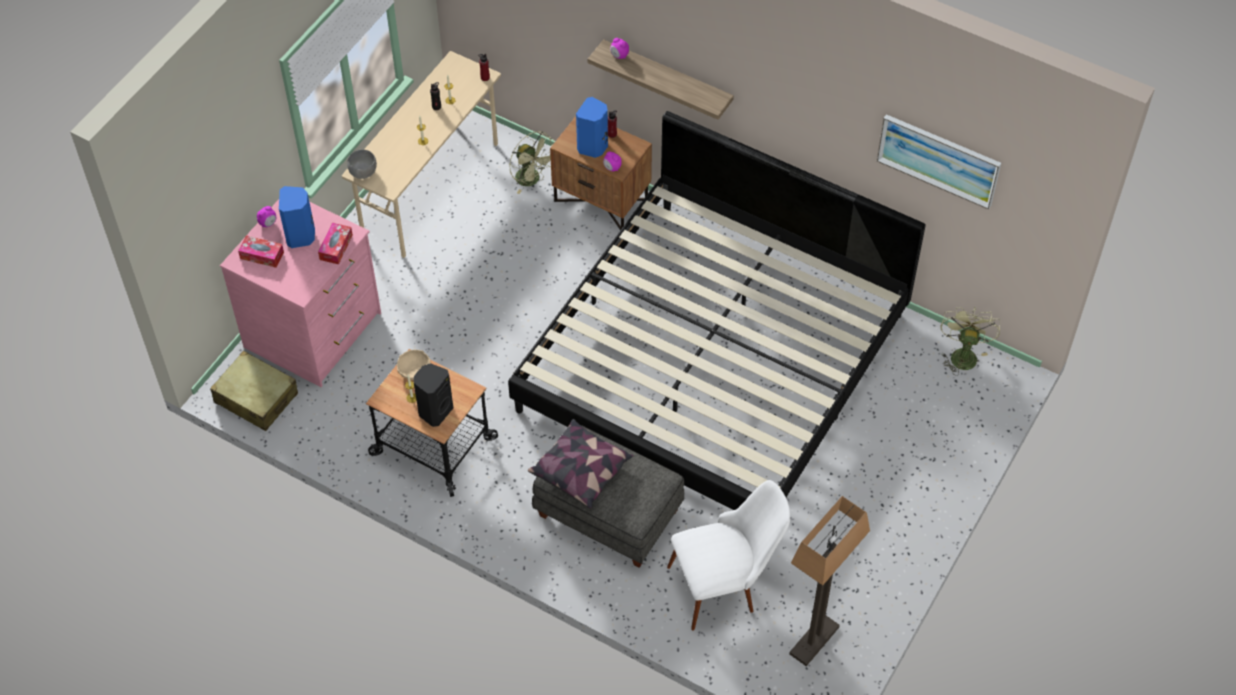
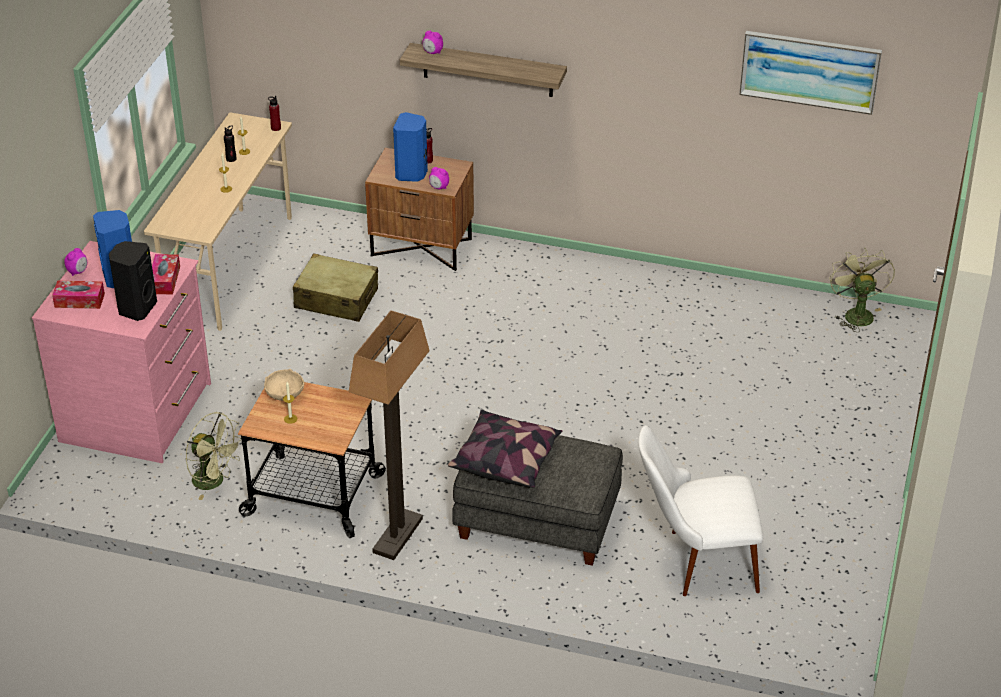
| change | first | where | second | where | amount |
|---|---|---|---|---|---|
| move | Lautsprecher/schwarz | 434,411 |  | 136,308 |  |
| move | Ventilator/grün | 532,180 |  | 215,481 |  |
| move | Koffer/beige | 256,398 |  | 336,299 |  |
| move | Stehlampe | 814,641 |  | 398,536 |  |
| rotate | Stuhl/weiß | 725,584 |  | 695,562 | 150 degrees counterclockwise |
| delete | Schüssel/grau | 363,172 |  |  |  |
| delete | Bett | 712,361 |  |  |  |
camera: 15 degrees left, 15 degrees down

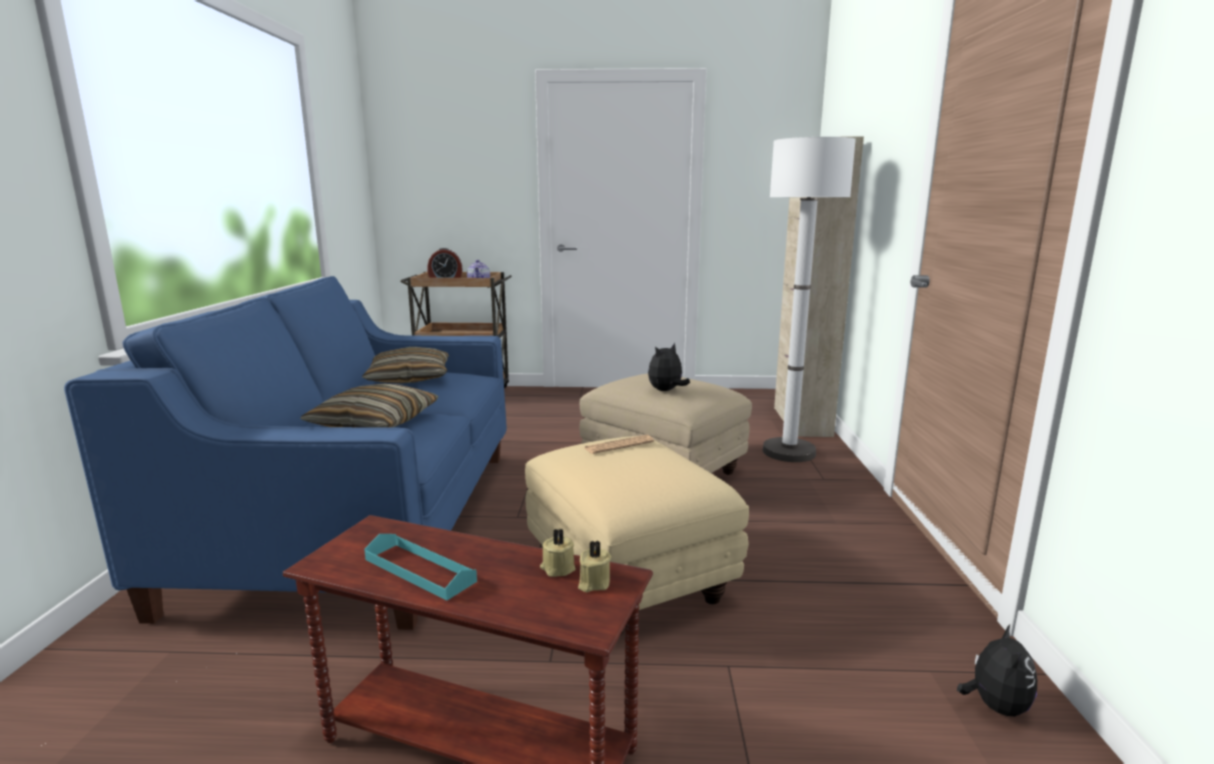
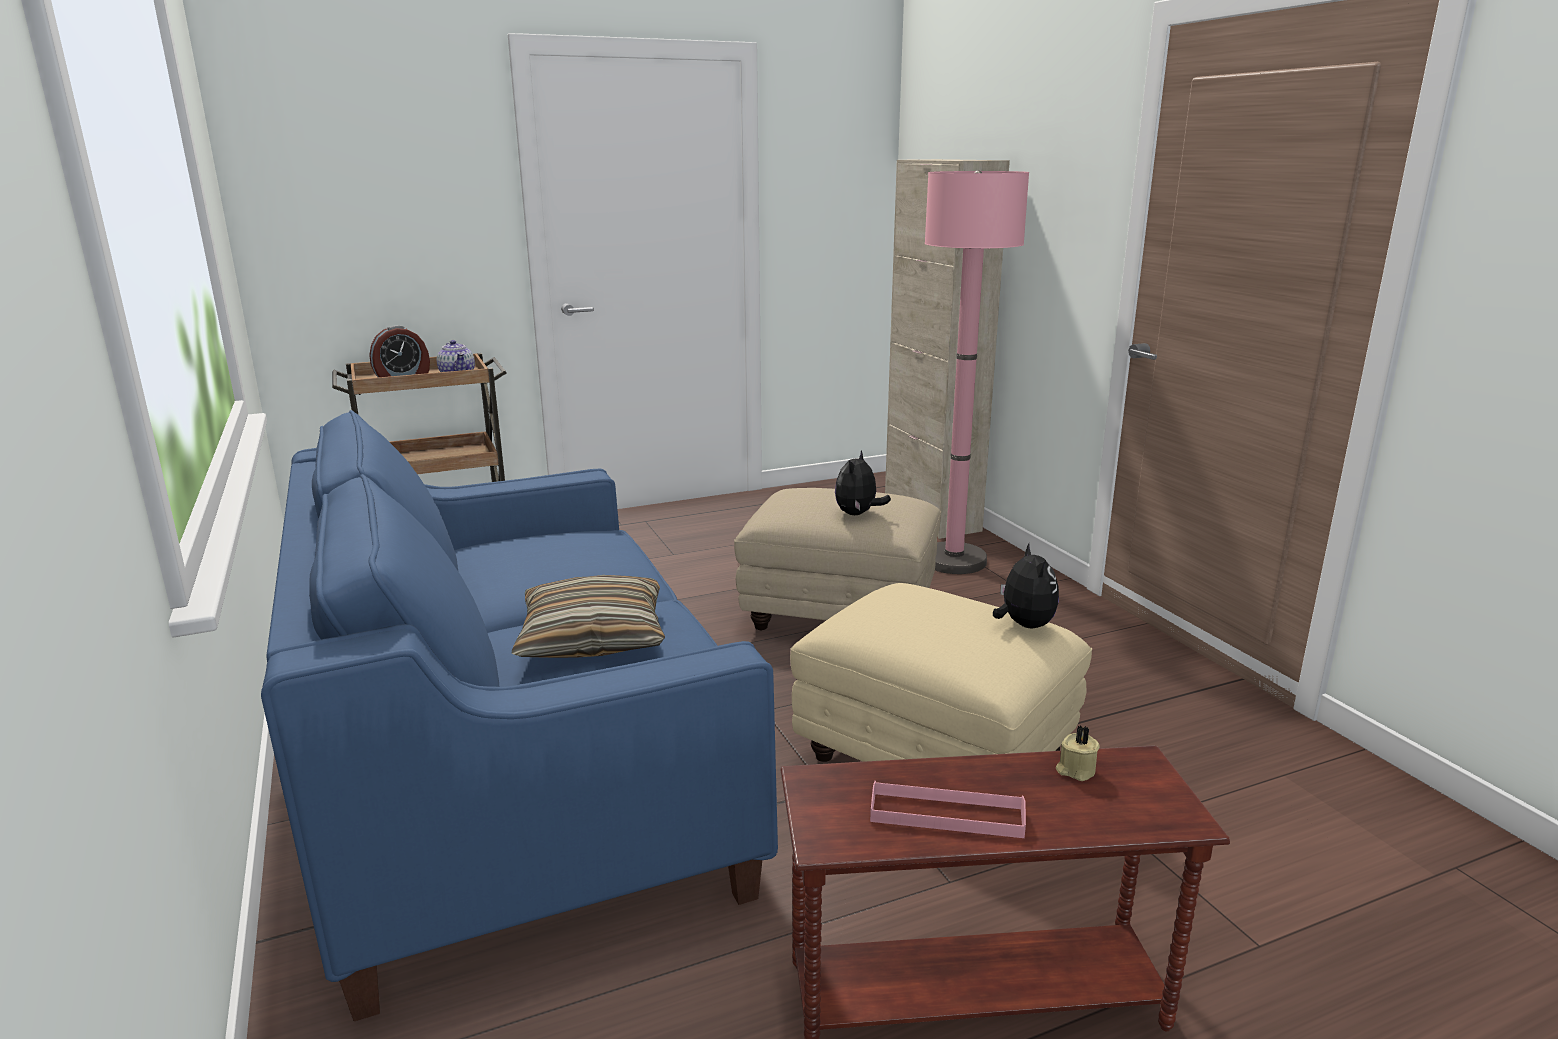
| change | first | where | second | where | amount |
|---|---|---|---|---|---|
| recolor | Tablett/türkis | 419,570 | Tablett/rosa | 946,815 |  |
| recolor | Stehlampe/weiß | 789,452 | Stehlampe/rosa | 954,561 |  |
| move | Plüschtier | 994,706 |  | 1024,625 |  |
| delete | Kissen | 409,378 |  |  |  |
| delete | Kerze/beige | 593,583 |  |  |  |
| delete | Zeitung | 619,445 |  |  |  |
camera: 25 degrees left, 5 degrees up

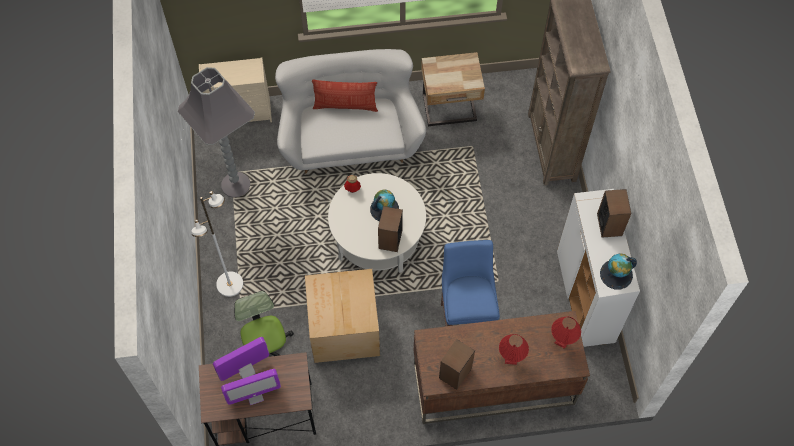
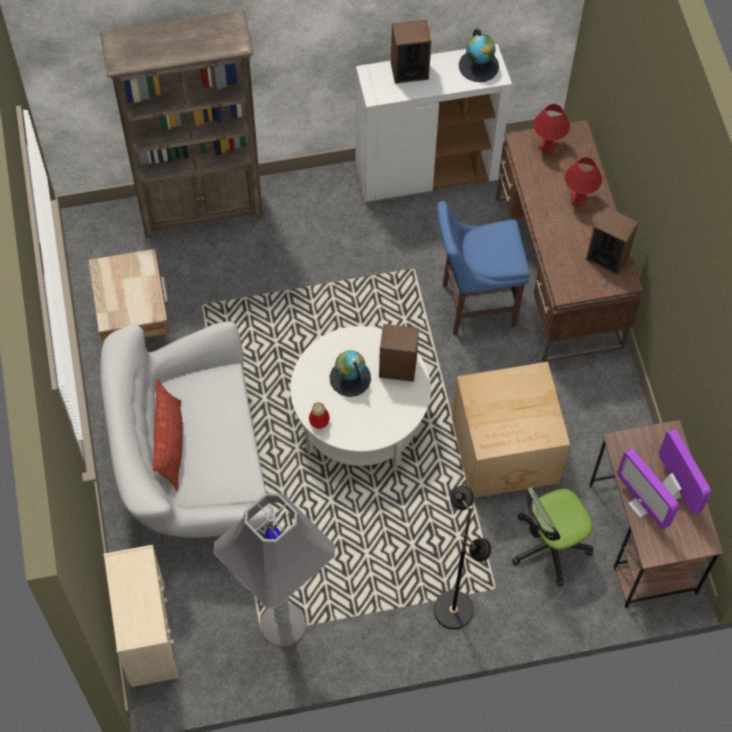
| change | first | where | second | where | amount |
|---|---|---|---|---|---|
| recolor | Stehlampe/weiß | 230,284 | Stehlampe/schwarz | 454,609 |  |
camera: 95 degrees left, 0 degrees up

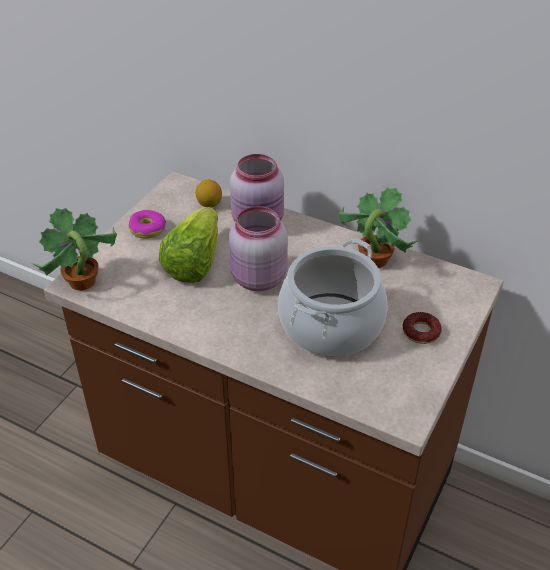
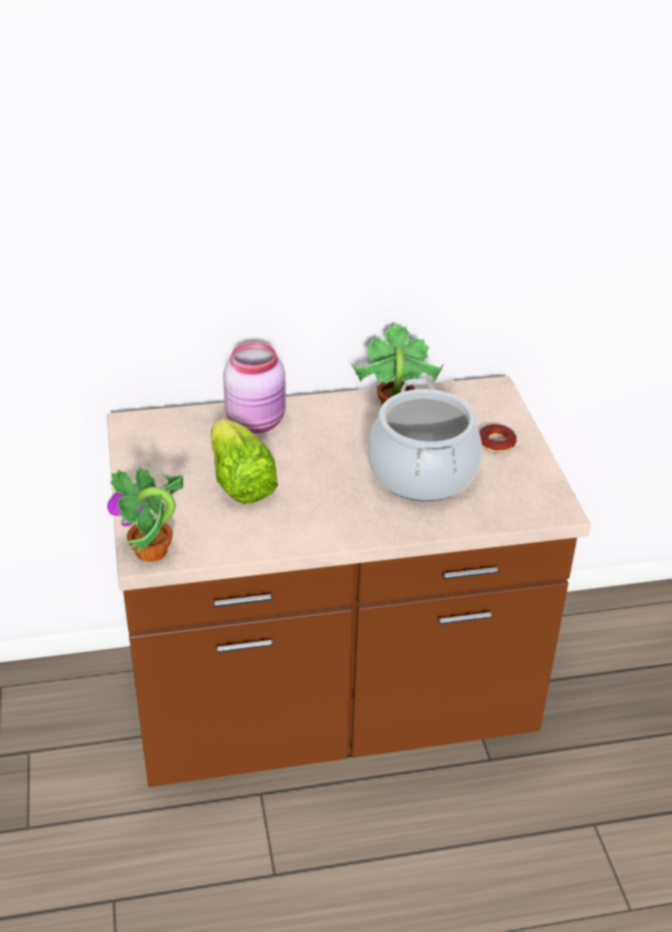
| change | first | where | second | where | amount |
|---|---|---|---|---|---|
| delete | Donut | 148,229 |  |  |  |
| delete | Zitrone | 209,204 |  |  |  |
| delete | Vorratsglas/rosa | 257,278 |  |  |  |
camera: 40 degrees left, 5 degrees down

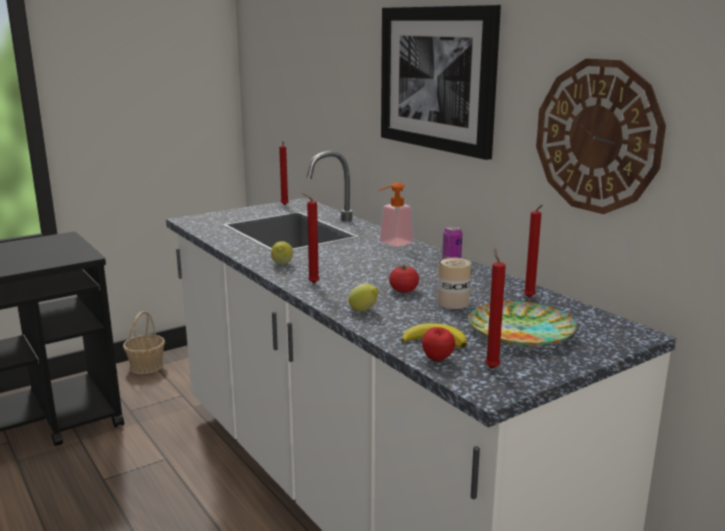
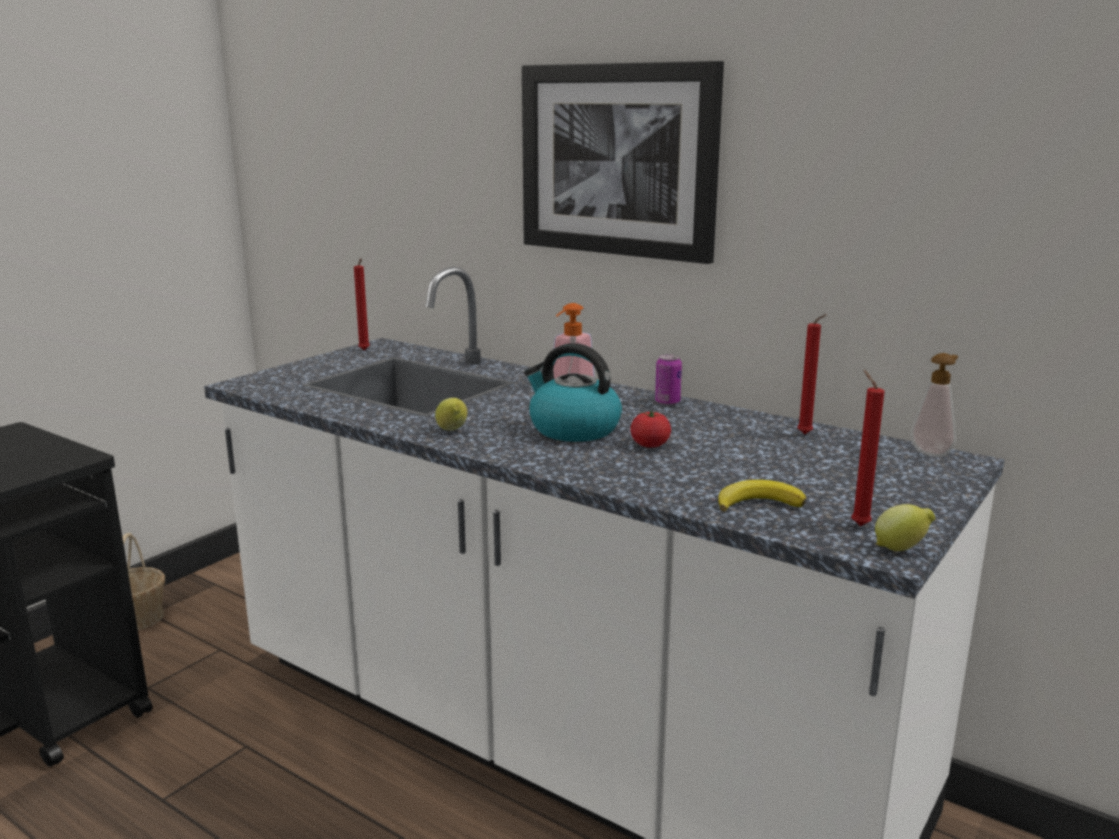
| change | first | where | second | where | amount |
|---|---|---|---|---|---|
| insert |  |  | Wasserkessel | 573,429 |  |
| move | Zitrone | 364,311 |  | 901,549 |  |
| insert |  |  | Seifenspender | 932,452 |  |
| delete | Kerze/rot | 311,283 |  |  |  |
| delete | Apfel | 437,360 |  |  |  |
| delete | Dose | 453,303 |  |  |  |
| delete | Teller | 521,330 |  |  |  |
| delete | Wanduhr | 597,136 |  |  |  |
camera: 20 degrees left, 0 degrees up

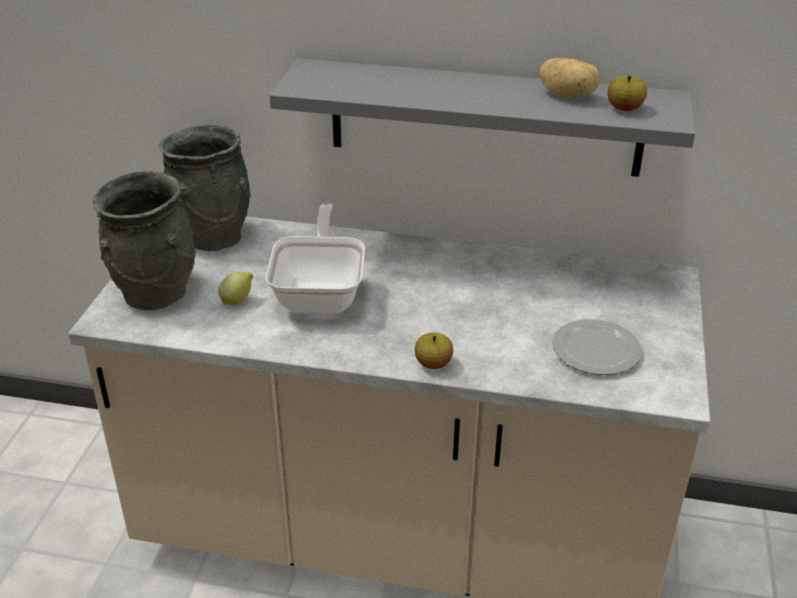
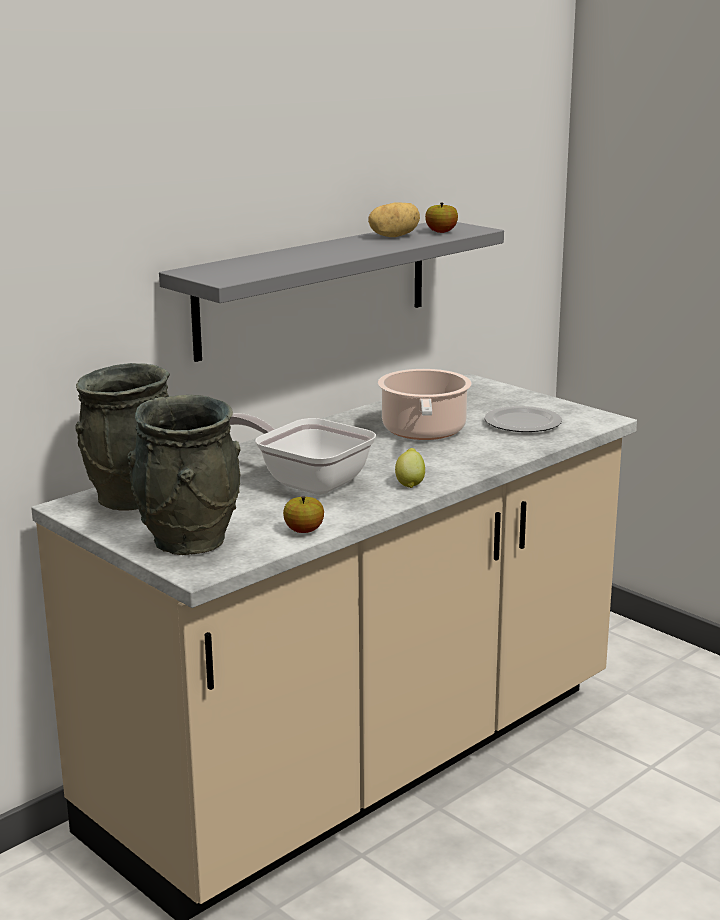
| change | first | where | second | where | amount |
|---|---|---|---|---|---|
| move | Apfel | 433,364 |  | 304,531 |  |
| insert |  |  | Kochtopf | 424,432 |  |
| move | Zitrone | 237,301 |  | 410,483 |  |
camera: 55 degrees left, 15 degrees down

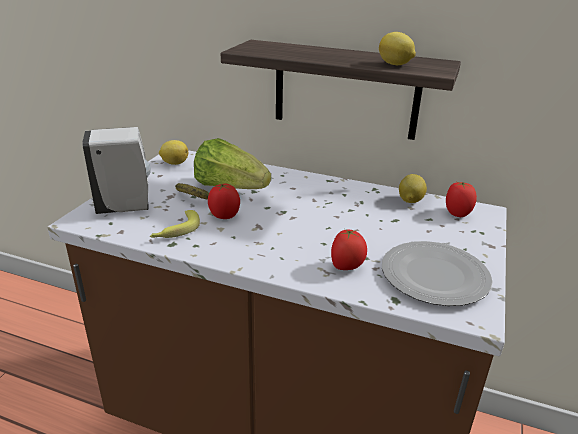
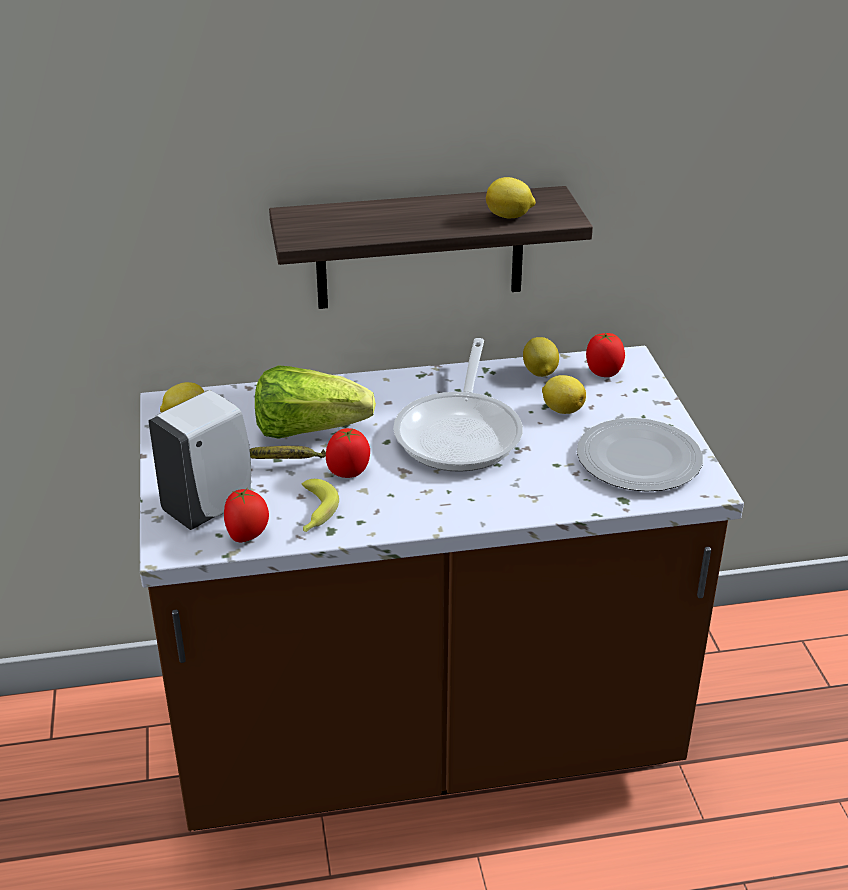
| change | first | where | second | where | amount |
|---|---|---|---|---|---|
| move | Tomate | 347,267 |  | 248,536 |  |
| insert |  |  | Pfanne | 461,432 |  |
| insert |  |  | Zitrone | 561,409 |  |
camera: 30 degrees left, 5 degrees up

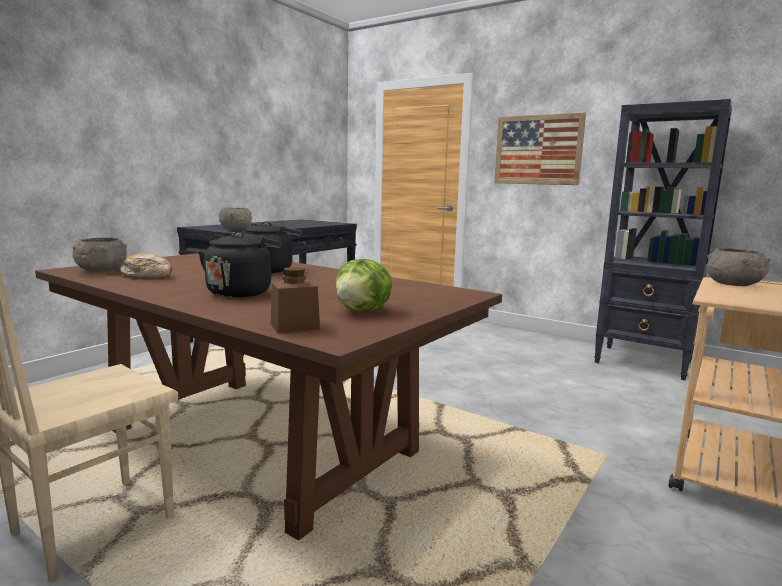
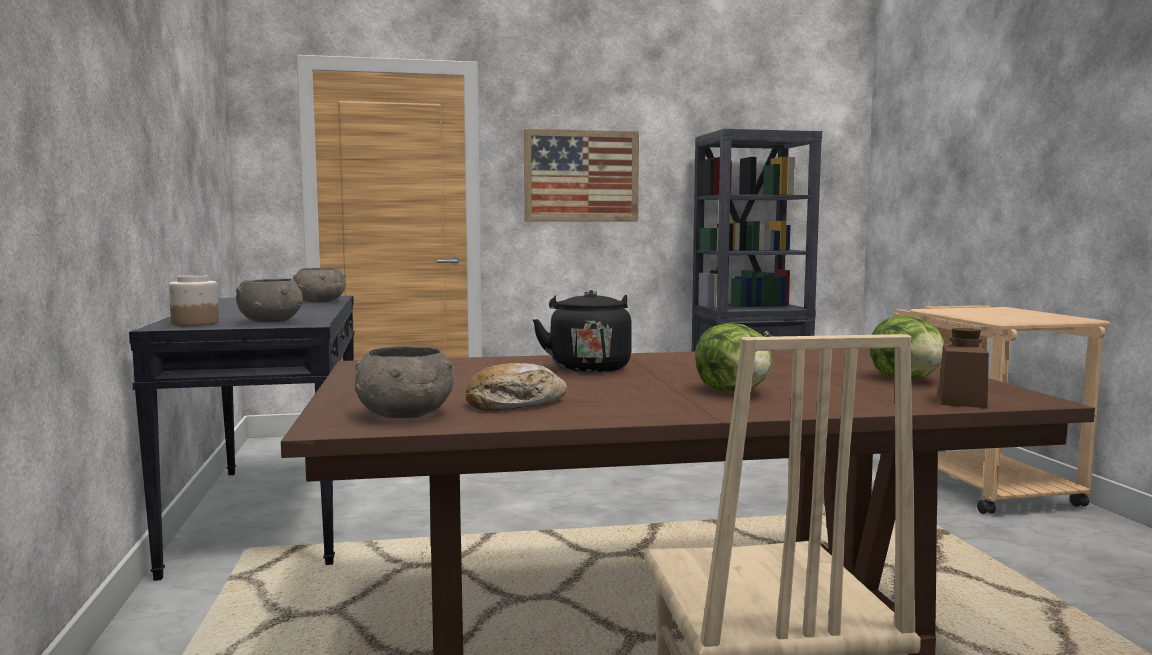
| change | first | where | second | where | amount |
|---|---|---|---|---|---|
| insert |  |  | Vorratsglas | 194,323 |  |
| move | Schüssel/grau | 734,284 |  | 320,302 |  |
| replace | Wasserkessel/schwarz | 241,292 | Salatkopf | 734,391 |  |
camera: 45 degrees left, 5 degrees down

